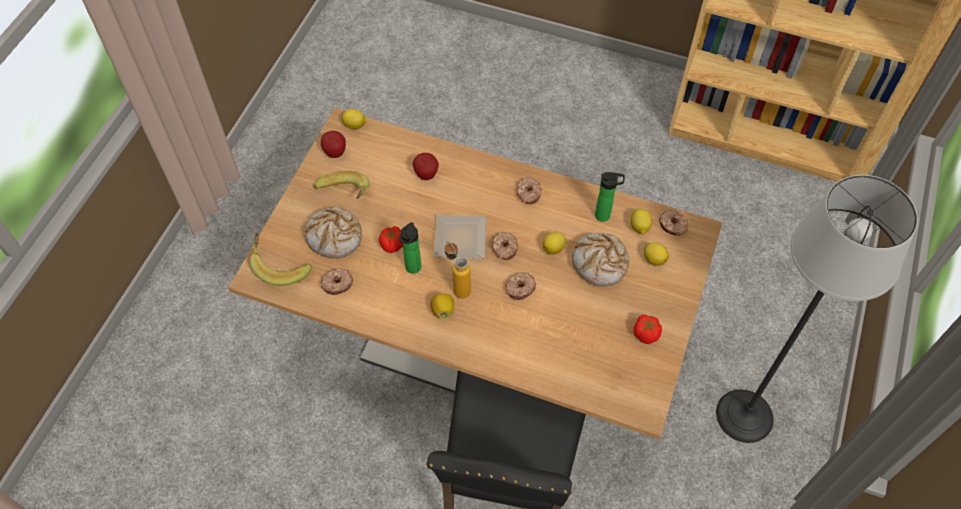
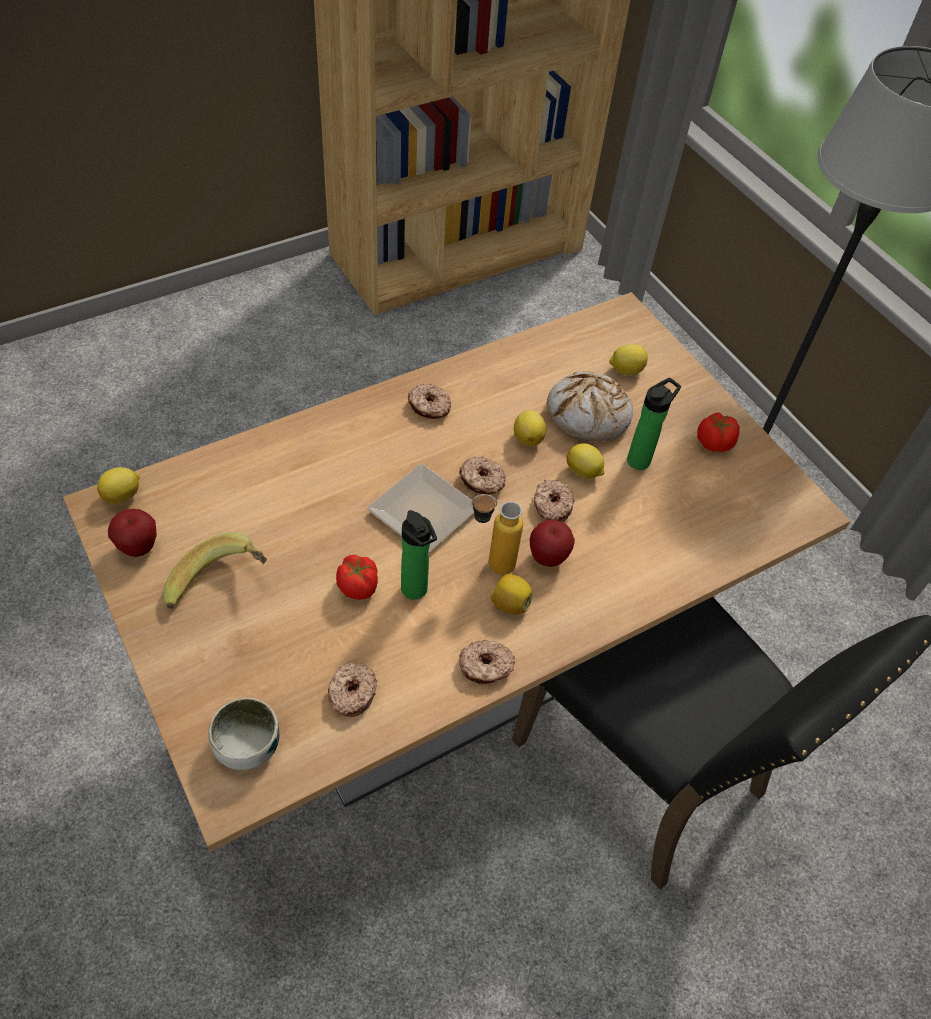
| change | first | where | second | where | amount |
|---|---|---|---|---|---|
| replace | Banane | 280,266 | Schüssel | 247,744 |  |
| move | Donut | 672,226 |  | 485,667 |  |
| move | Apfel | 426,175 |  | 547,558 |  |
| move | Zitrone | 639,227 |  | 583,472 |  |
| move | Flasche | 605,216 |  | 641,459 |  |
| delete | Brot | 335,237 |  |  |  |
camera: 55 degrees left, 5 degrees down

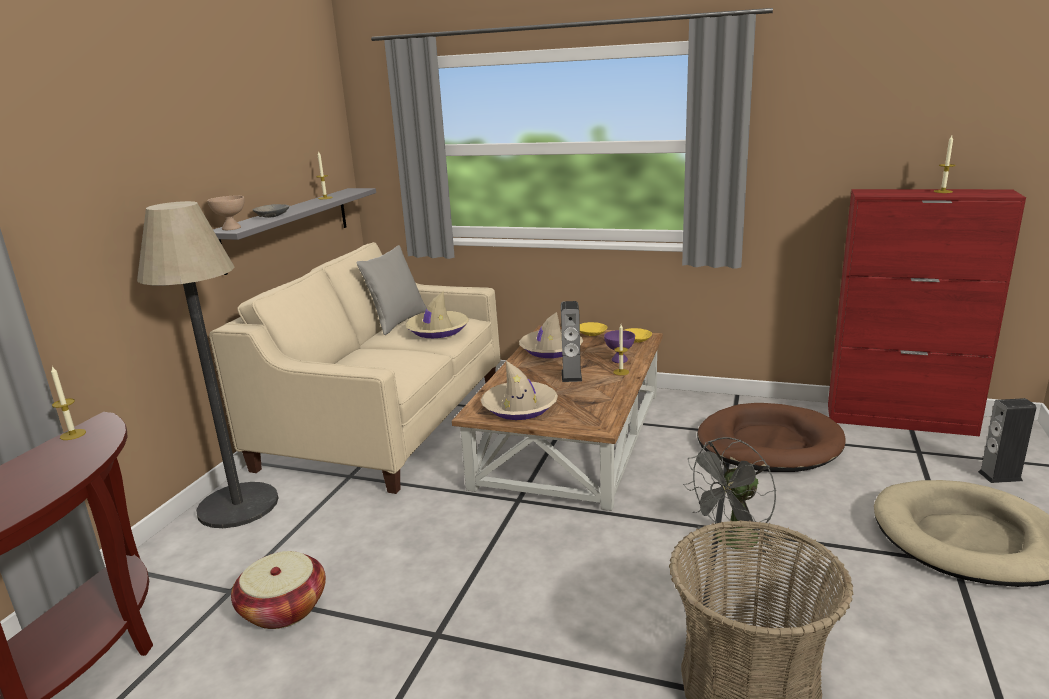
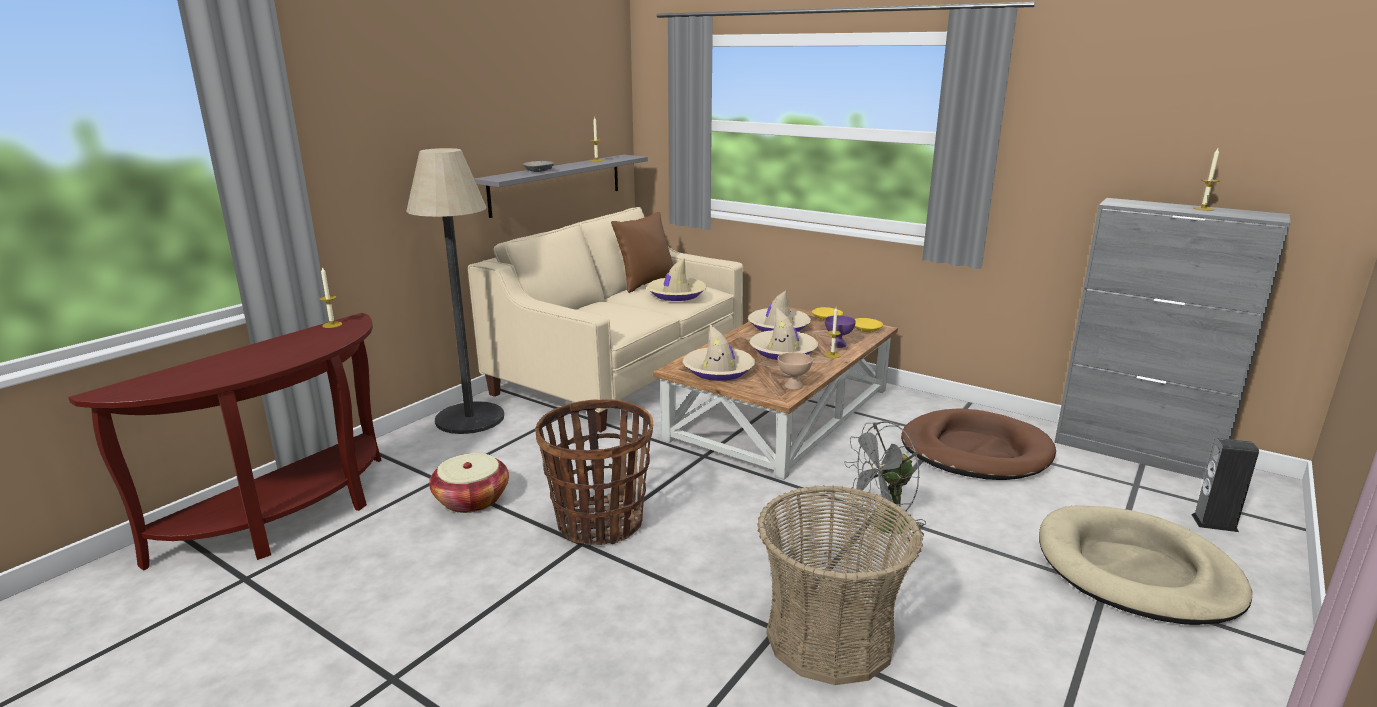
| change | first | where | second | where | amount |
|---|---|---|---|---|---|
| insert |  |  | Korb | 599,523 |  |
| recolor | Kissen/grau | 397,322 | Kissen/braun | 646,283 |  |
| replace | Lautsprecher | 571,375 | Hut/beige | 783,351 |  |
| move | Schüssel/beige | 232,228 |  | 794,386 |  |
| recolor | Schrank/rot | 900,420 | Schrank/grau | 1136,453 |  |
camera: 15 degrees right, 0 degrees up

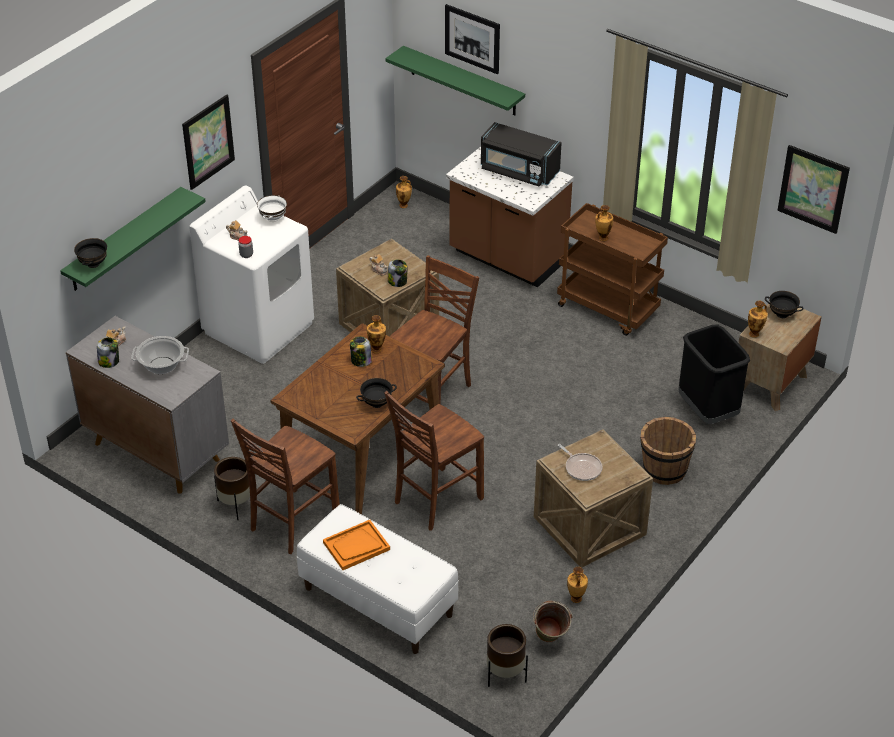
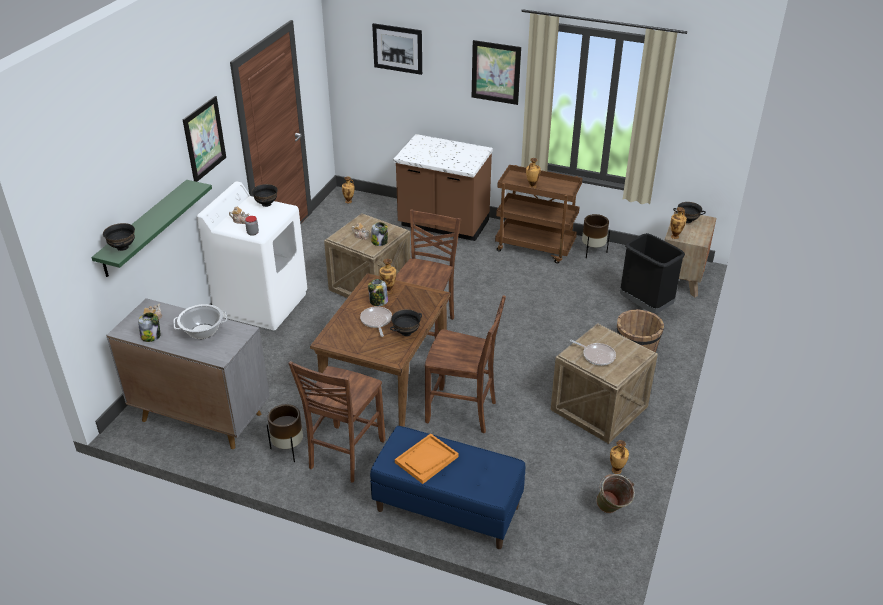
| change | first | where | second | where | amount |
|---|---|---|---|---|---|
| recolor | Schüssel/weiß | 273,218 | Schüssel/schwarz | 266,204 |  |
| insert |  |  | Pfanne | 376,321 |  |
| recolor | Bank/weiß | 377,602 | Bank/blau | 447,509 |  |
| rotate | Stuhl/braun | 436,500 |  | 462,412 | 105 degrees counterclockwise |
| move | Bild | 813,189 |  | 496,72 |  |
| move | Pflanzkübel/braun | 505,675 |  | 592,251 |  |
| delete | Wandregal/grün | 463,81 |  |  |  |
| delete | Mikrowelle/schwarz | 518,171 |  |  |  |
camera: 15 degrees left, 5 degrees down

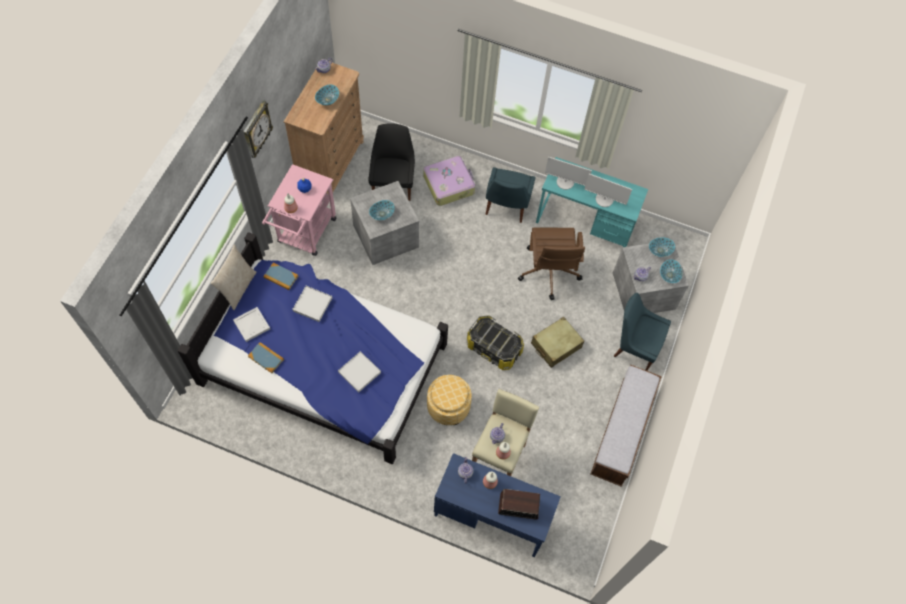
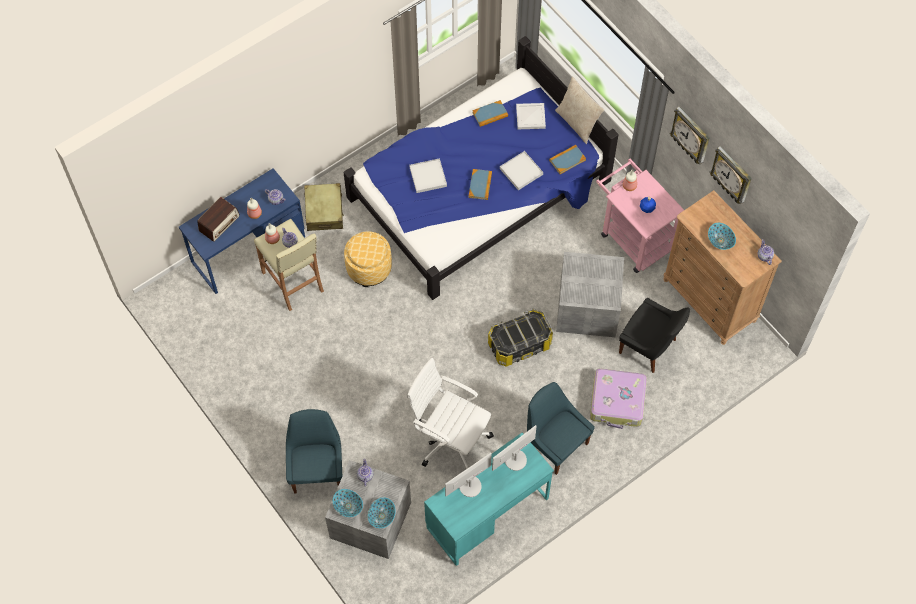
| change | first | where | second | where | amount |
|---|---|---|---|---|---|
| rotate | Stuhl/blau | 635,346 |  | 317,470 | 60 degrees counterclockwise |
| move | Koffer/beige | 556,345 |  | 324,211 |  |
| recolor | Bürostuhl/braun | 549,273 | Bürostuhl/weiß | 450,438 |  |
| insert |  |  | Buch | 480,185 |  |
| move | Aufbewahrungsbox | 494,348 |  | 519,345 |  |
| insert |  |  | Wanduhr | 732,175 |  |
| delete | Schüssel | 382,214 |  |  |  |
| delete | Bank | 621,432 |  |  |  |
camera: 125 degrees right, 0 degrees up

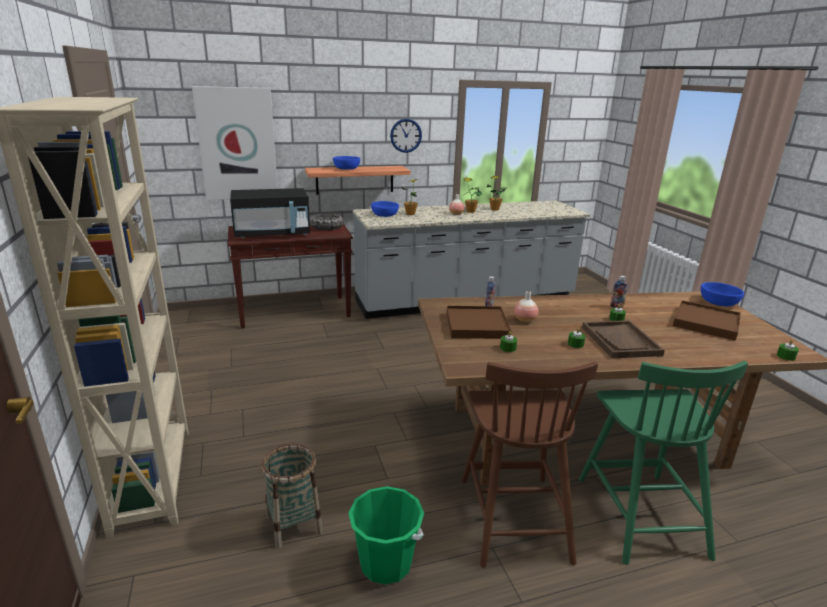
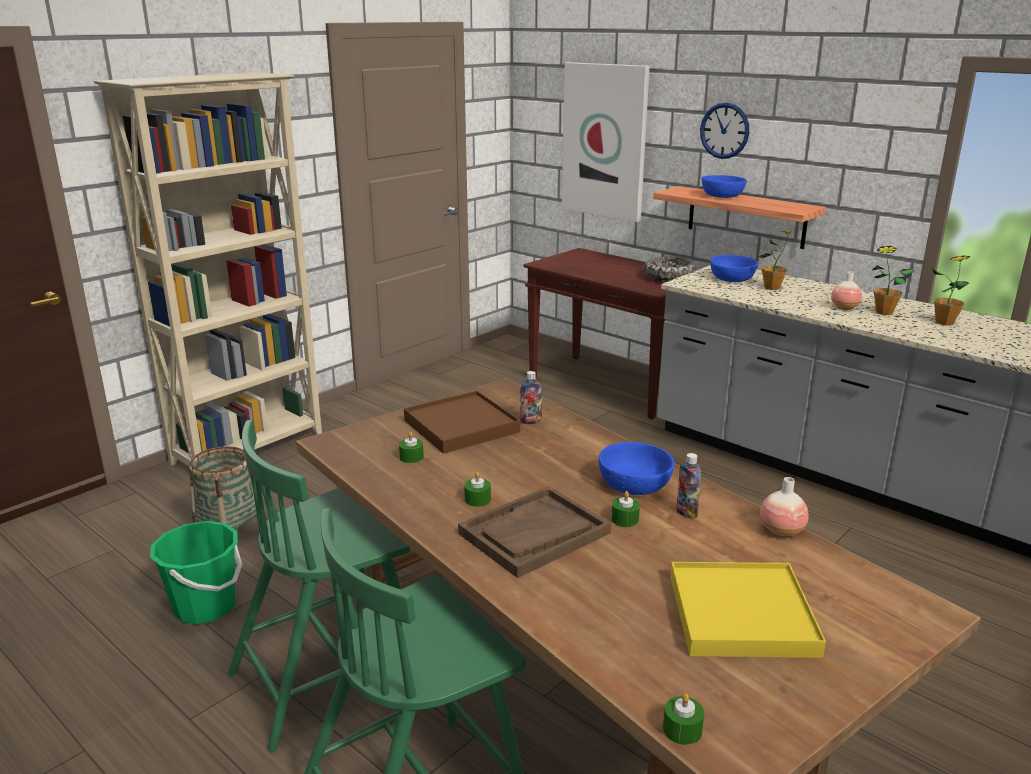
| change | first | where | second | where | amount |
|---|---|---|---|---|---|
| recolor | Stuhl/braun | 513,516 | Stuhl/grün | 330,676 |  |
| move | Schüssel/blau | 718,302 |  | 635,484 |  |
| recolor | Tablett/braun | 705,323 | Tablett/gelb | 741,614 |  |
| move | Wanduhr | 406,135 |  | 724,131 |  |
| move | Vase | 524,320 |  | 781,531 |  |
| delete | Mikrowelle/schwarz | 272,234 |  |  |  |
camera: 60 degrees right, 0 degrees up

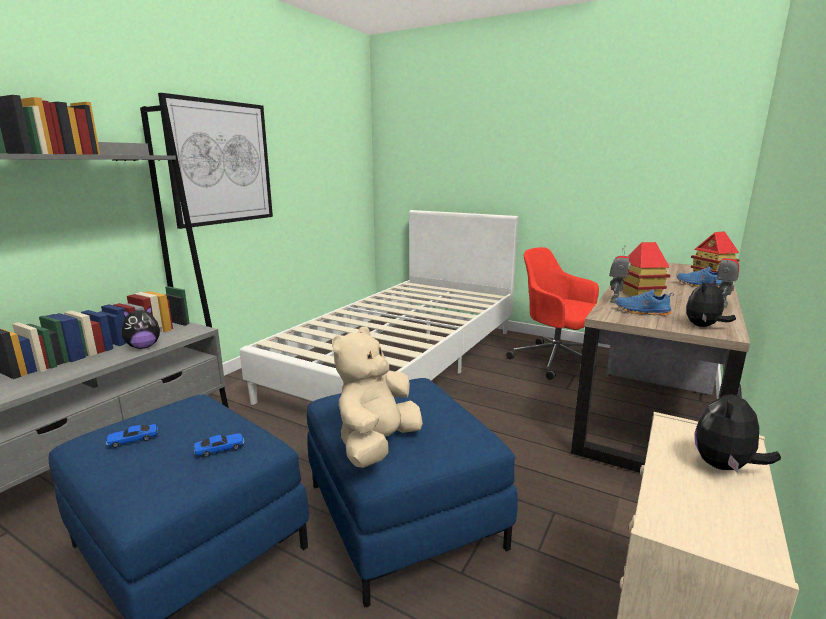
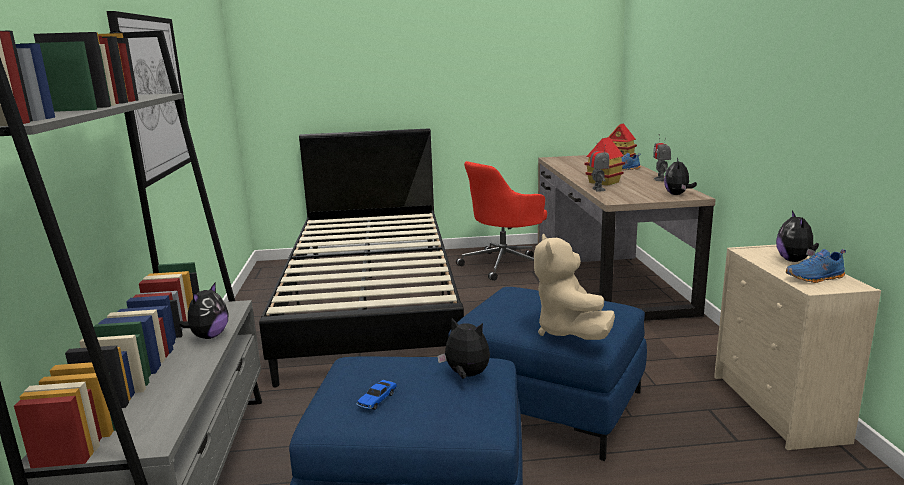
| change | first | where | second | where | amount |
|---|---|---|---|---|---|
| recolor | Bett/weiß | 401,361 | Bett/schwarz | 372,303 |  |
| replace | Spielzeugauto | 220,449 | Plüschtier | 466,375 |  |
| rotate | Bürostuhl/rot | 556,361 |  | 504,264 | 45 degrees counterclockwise |
| move | Schuh/blau | 641,312 |  | 815,278 |  |
camera: 35 degrees left, 0 degrees up

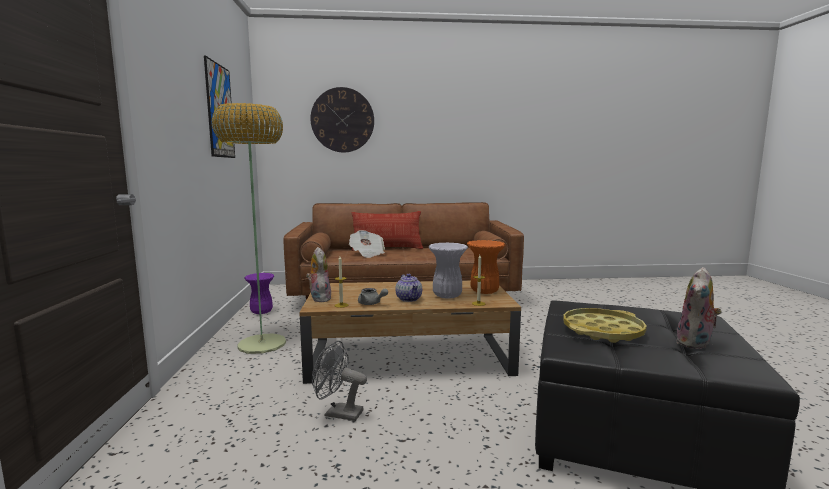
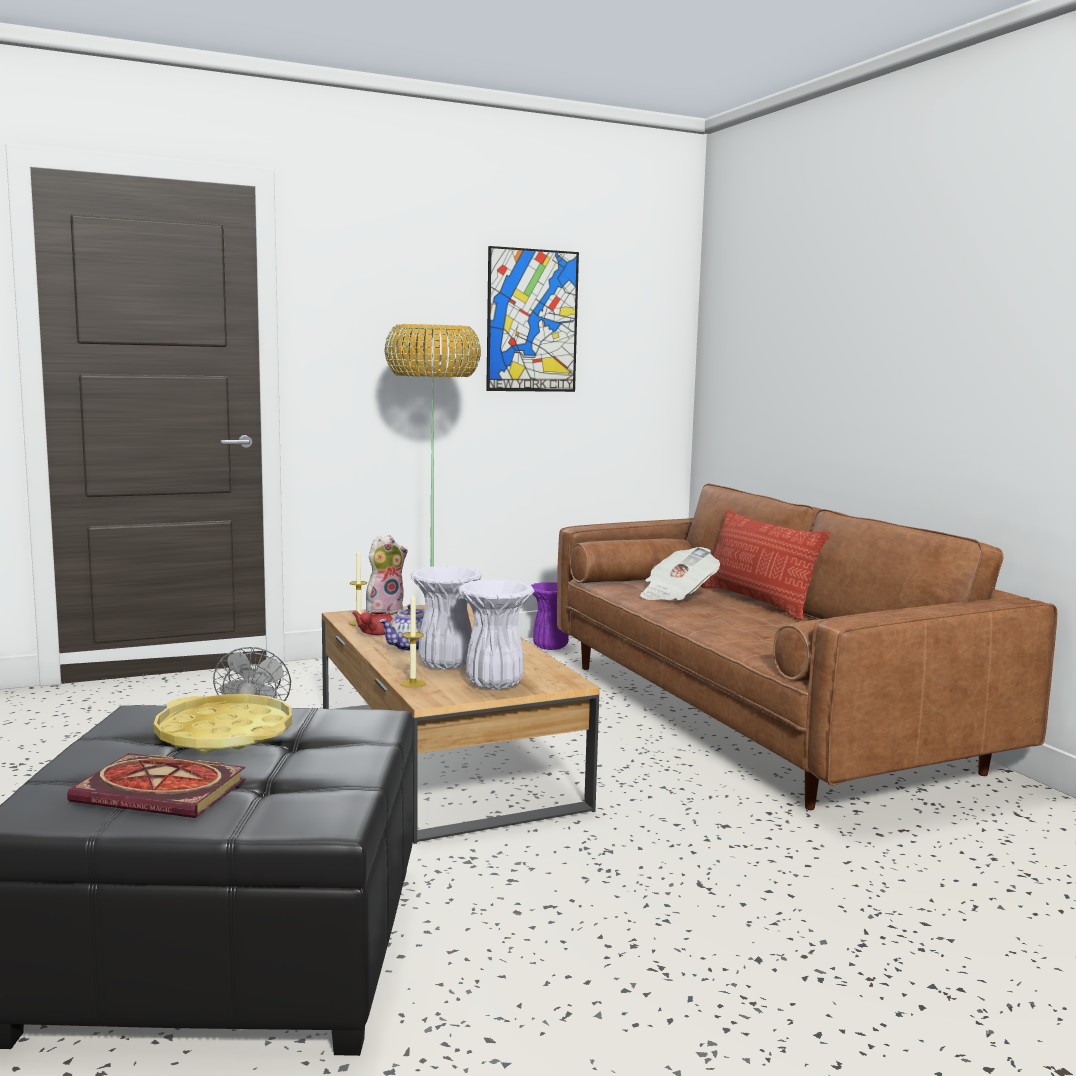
| change | first | where | second | where | amount |
|---|---|---|---|---|---|
| replace | Plüschtier | 696,344 | Buch | 165,791 |  |
| recolor | Teekanne/grau | 371,304 | Teekanne/rot | 374,634 |  |
| recolor | Vase/orange | 484,292 | Vase/weiß | 493,683 |  |
| delete | Wanduhr | 342,120 |  |  |  |
camera: 70 degrees right, 0 degrees up

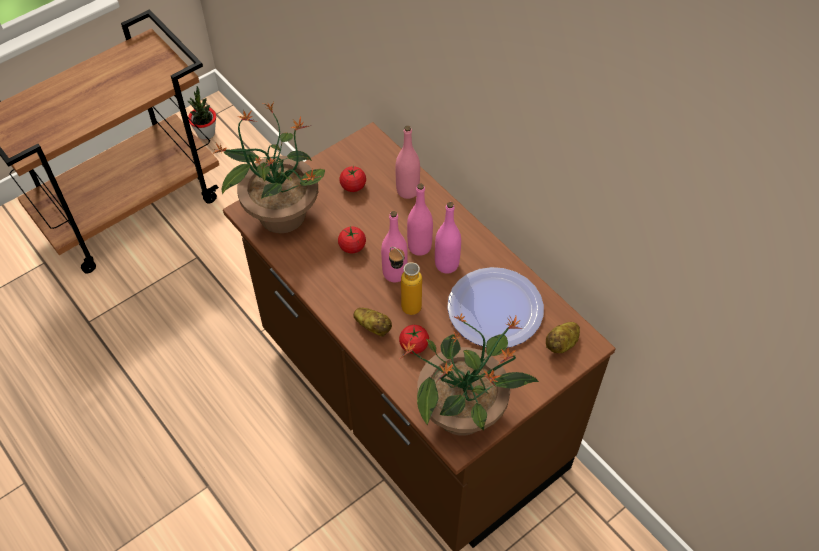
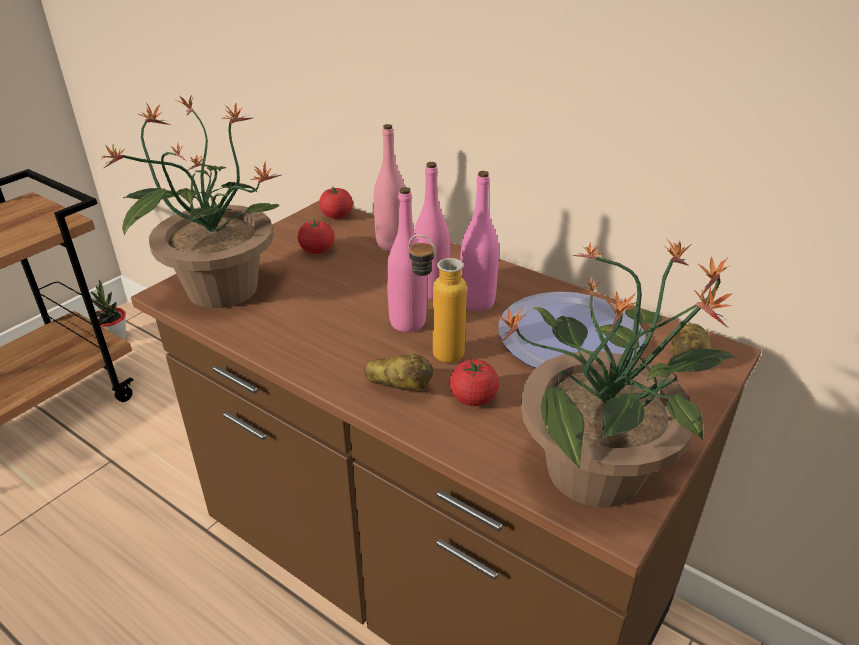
| change | first | where | second | where | amount |
|---|---|---|---|---|---|
| move | Tomate | 352,246 |  | 337,215 |  |
camera: 15 degrees left, 20 degrees down

